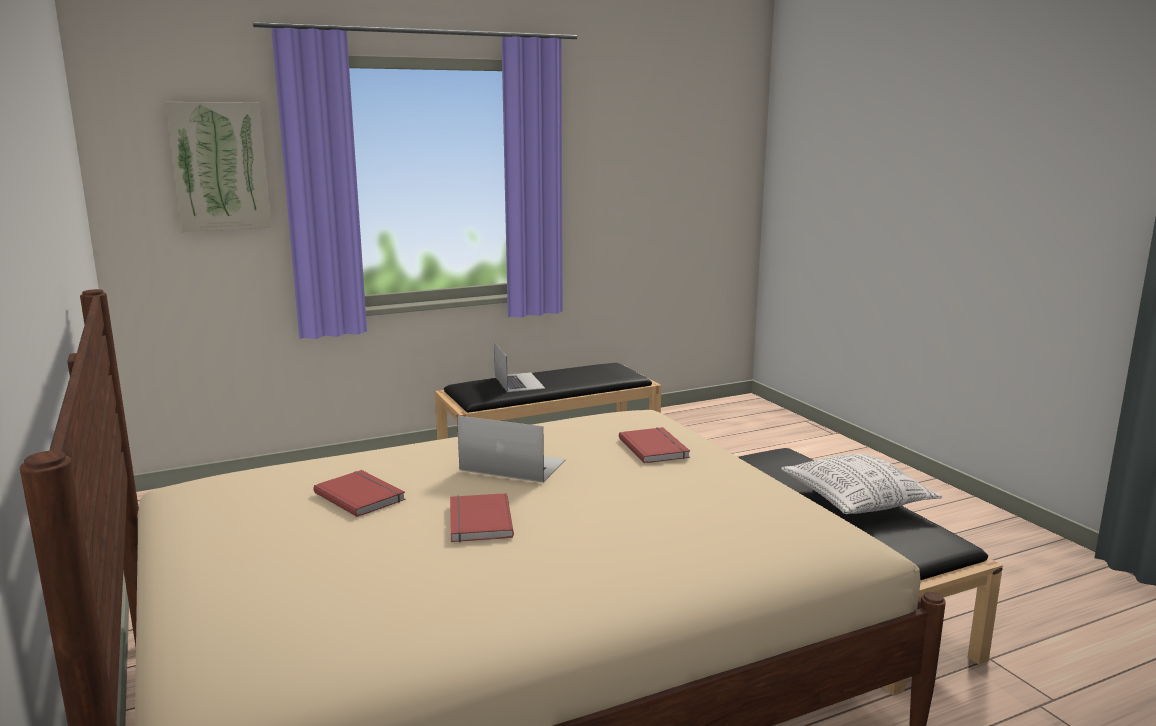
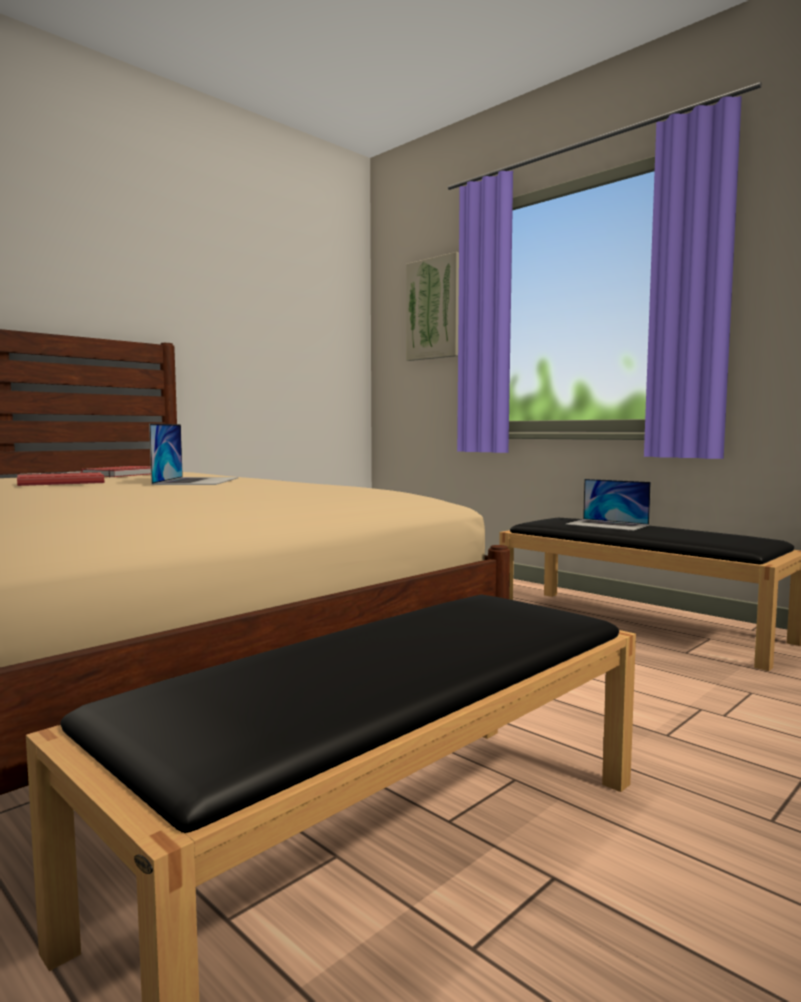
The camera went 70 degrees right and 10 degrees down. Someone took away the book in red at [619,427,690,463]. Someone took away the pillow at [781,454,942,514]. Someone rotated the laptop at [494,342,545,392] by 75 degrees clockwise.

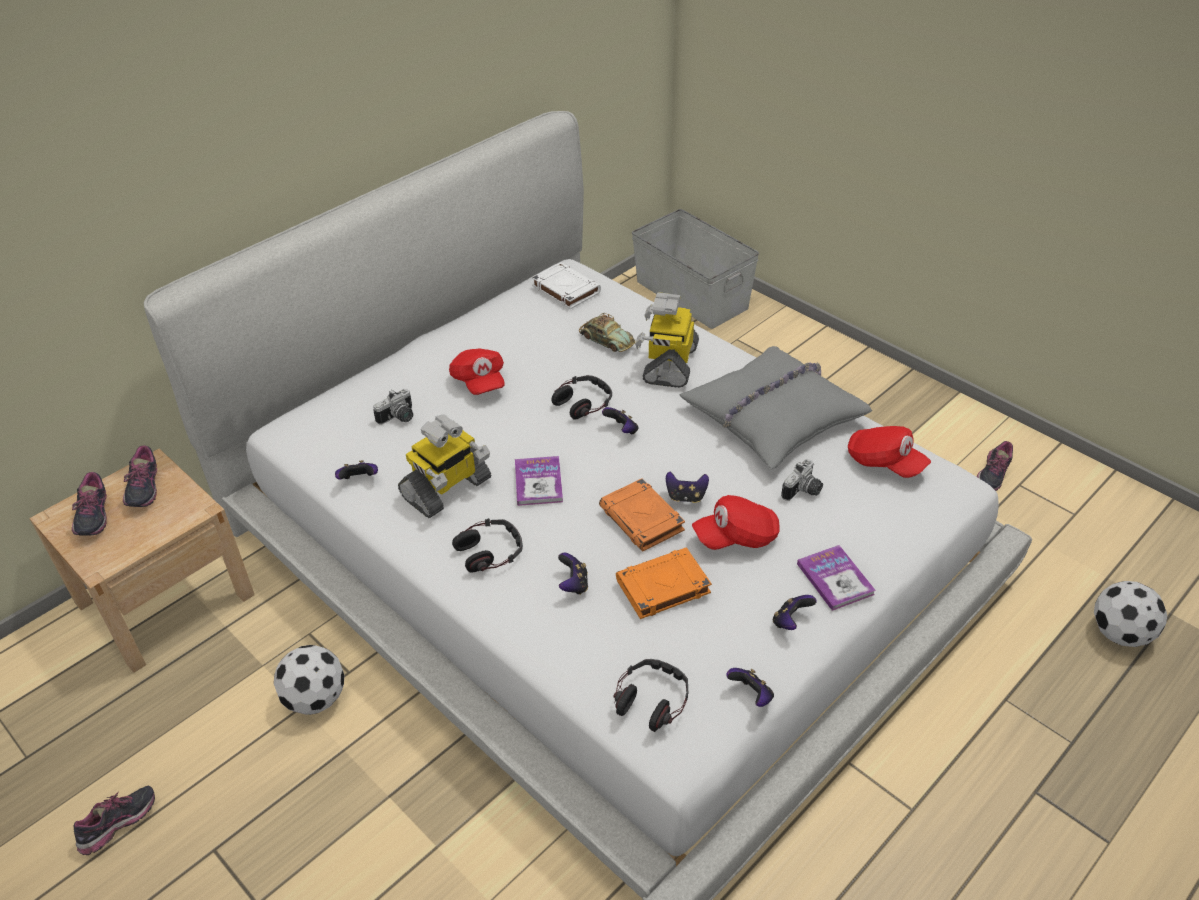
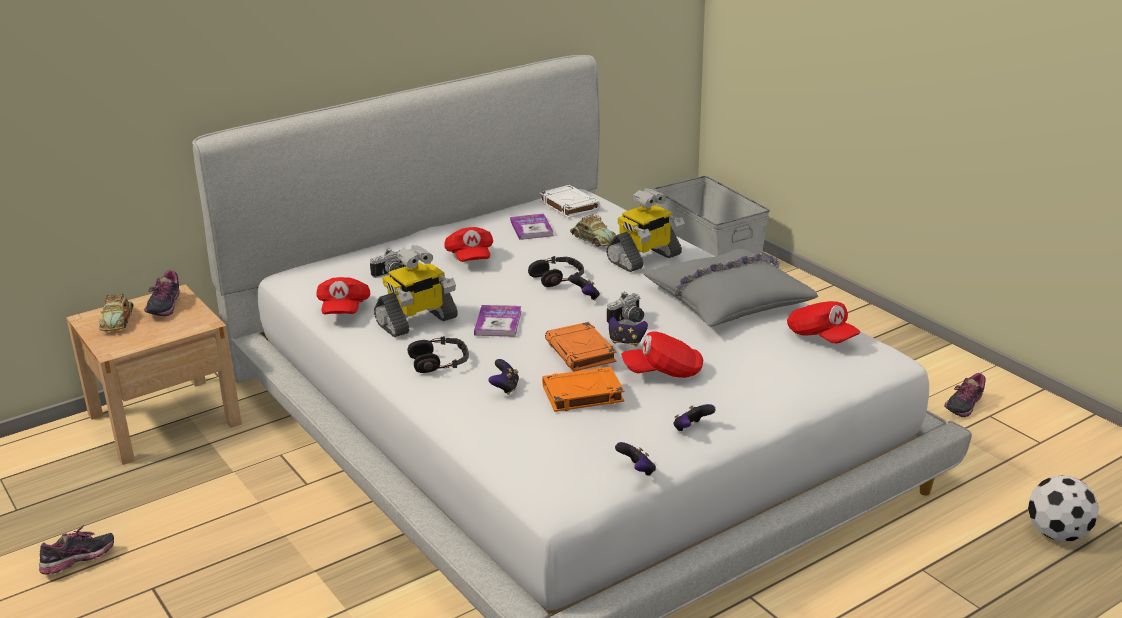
The camera went 10 degrees right and 15 degrees down. Someone took away the football at [274,645,344,715]. Someone took away the headphones at [613,659,688,732]. Someone carried the photo camera from [781,459,823,501] to [607,292,644,324]. Someone carried the book from [797,545,876,611] to [510,214,554,240]. Someone swapped the shoe at [72,472,107,536] for the toy car at [99,294,133,331]. Someone swapped the game controller at [335,460,378,480] for the cap in red at [316,277,370,314]. Someone rotated the toy robot at [635,292,699,388] by 150 degrees counterclockwise.

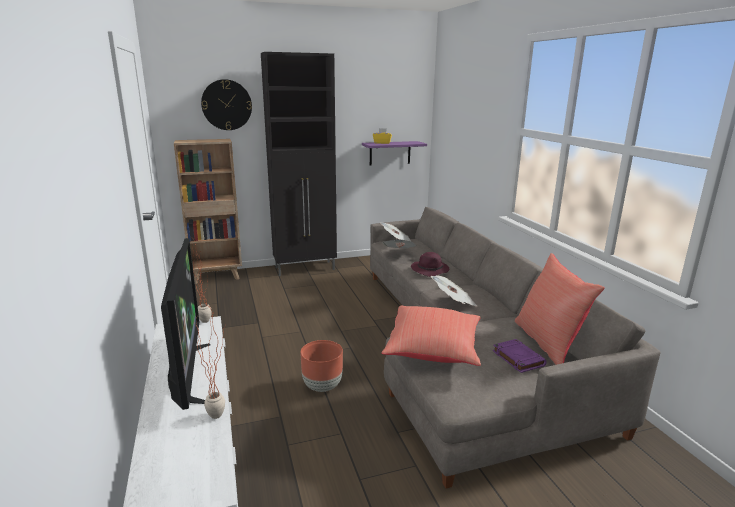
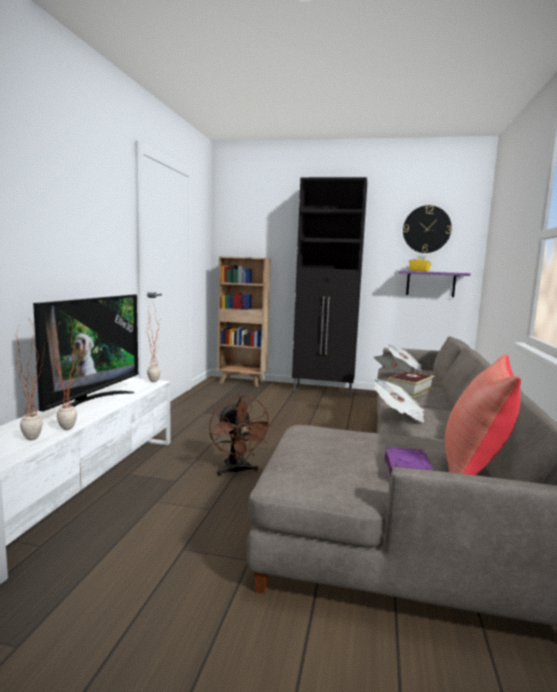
The camera went 30 degrees right and 10 degrees down. Someone took away the pillow in red at [382,306,481,366]. Someone put down the potted plant at [15,322,46,440]. Someone carried the wall clock from [201,79,252,130] to [403,205,452,253]. Someone swapped the planter in brown at [301,340,343,392] for the fan in brown at [209,395,273,476]. Someone swapped the hat in purple at [411,252,449,277] for the book at [387,371,434,397].

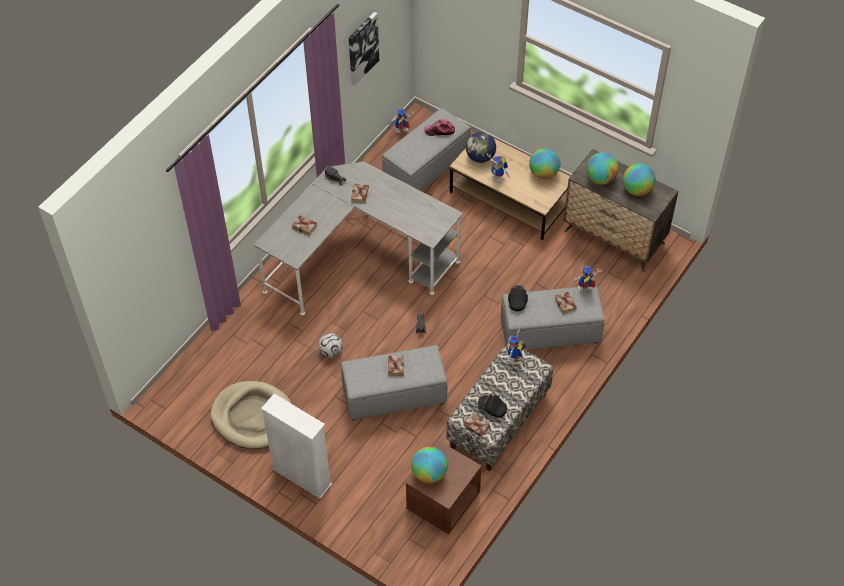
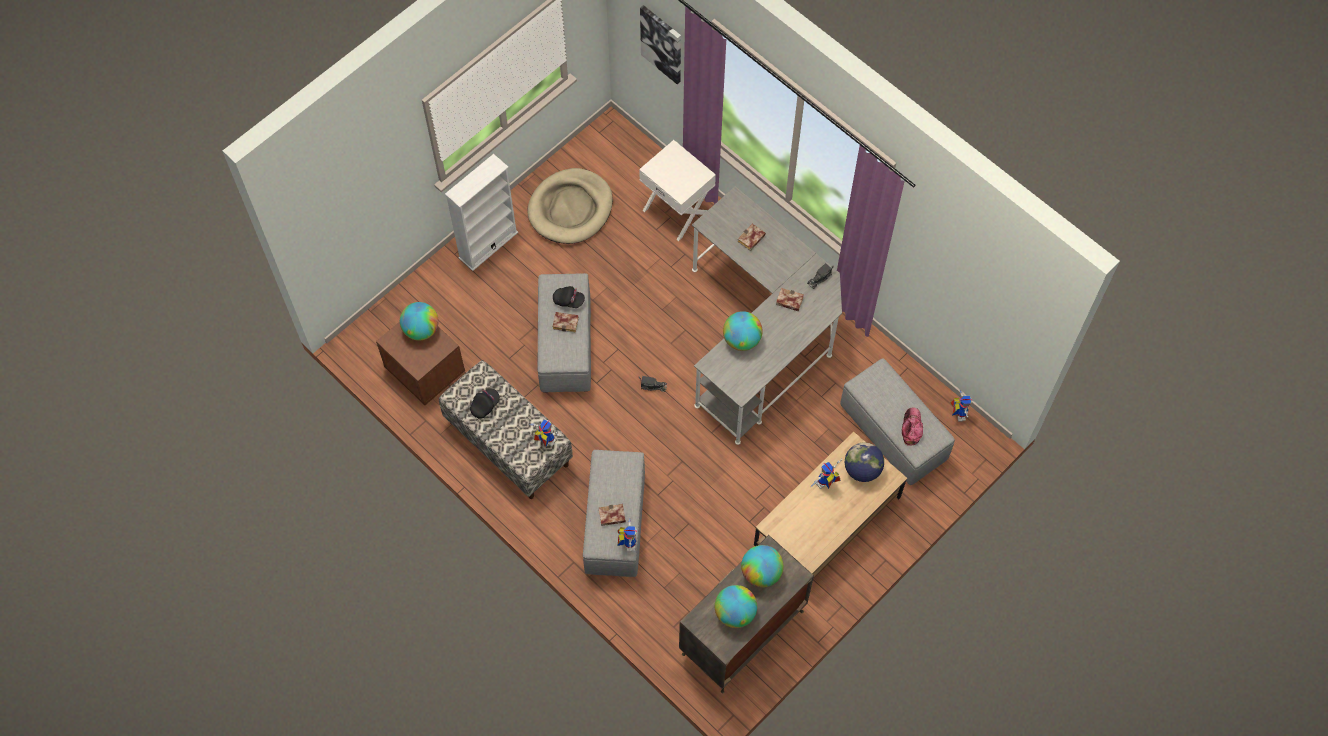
The camera went 100 degrees right and 10 degrees up. Someone took away the football at [319,333,343,357]. Someone took away the book at [463,413,490,437]. Someone put down the nightstand in white at [639,140,716,241]. Someone carried the picture from [349,12,379,86] to [640,5,681,84]. Someone carried the cap in black from [508,285,528,311] to [553,286,585,308]. Someone carried the globe from [529,148,560,179] to [723,311,762,351].

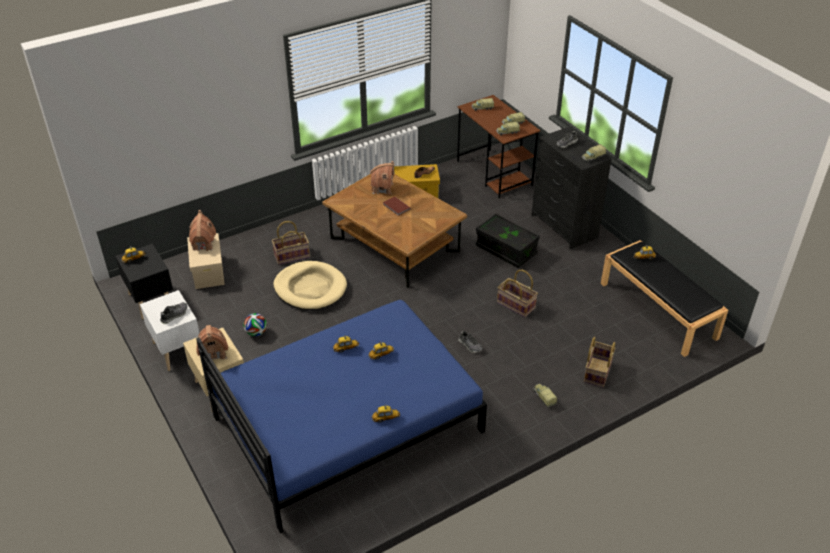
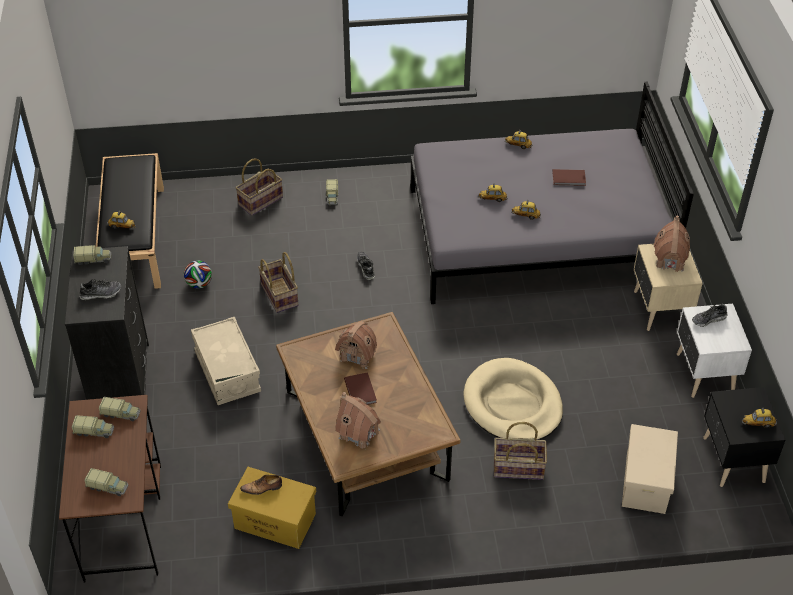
The camera went 155 degrees left and 5 degrees up. Someone put down the book in brown at [552,169,586,186]. Someone carried the toy house from [189,210,216,251] to [335,321,377,369]. Someone carried the football from [243,313,267,336] to [184,260,212,289]. Someone repainted the bed in blue at [196,300,487,533], which became the bed in grey at [411,81,694,304]. Someone repainted the storage box in black at [476,213,540,268], which became the storage box in beige at [191,317,261,405].

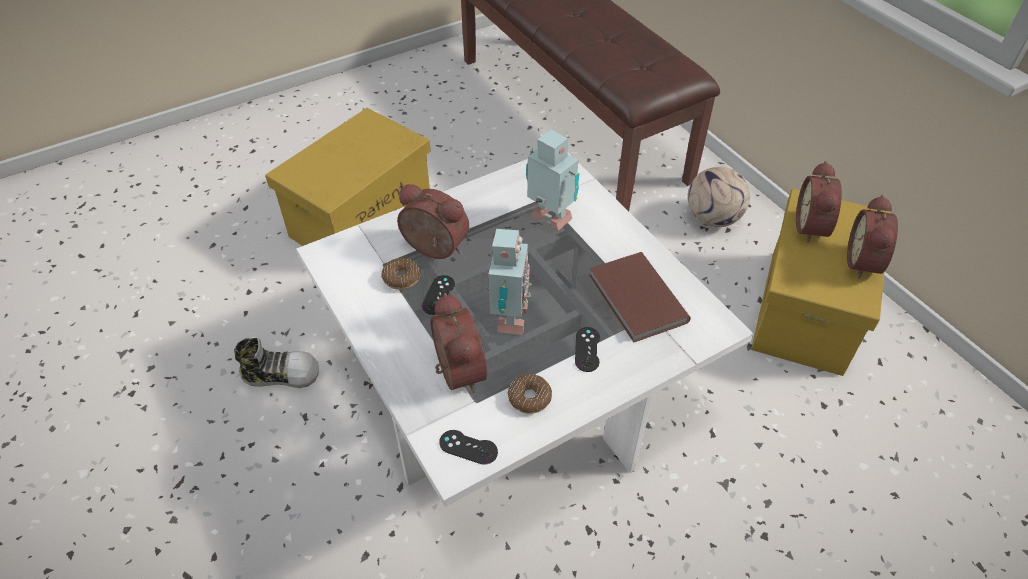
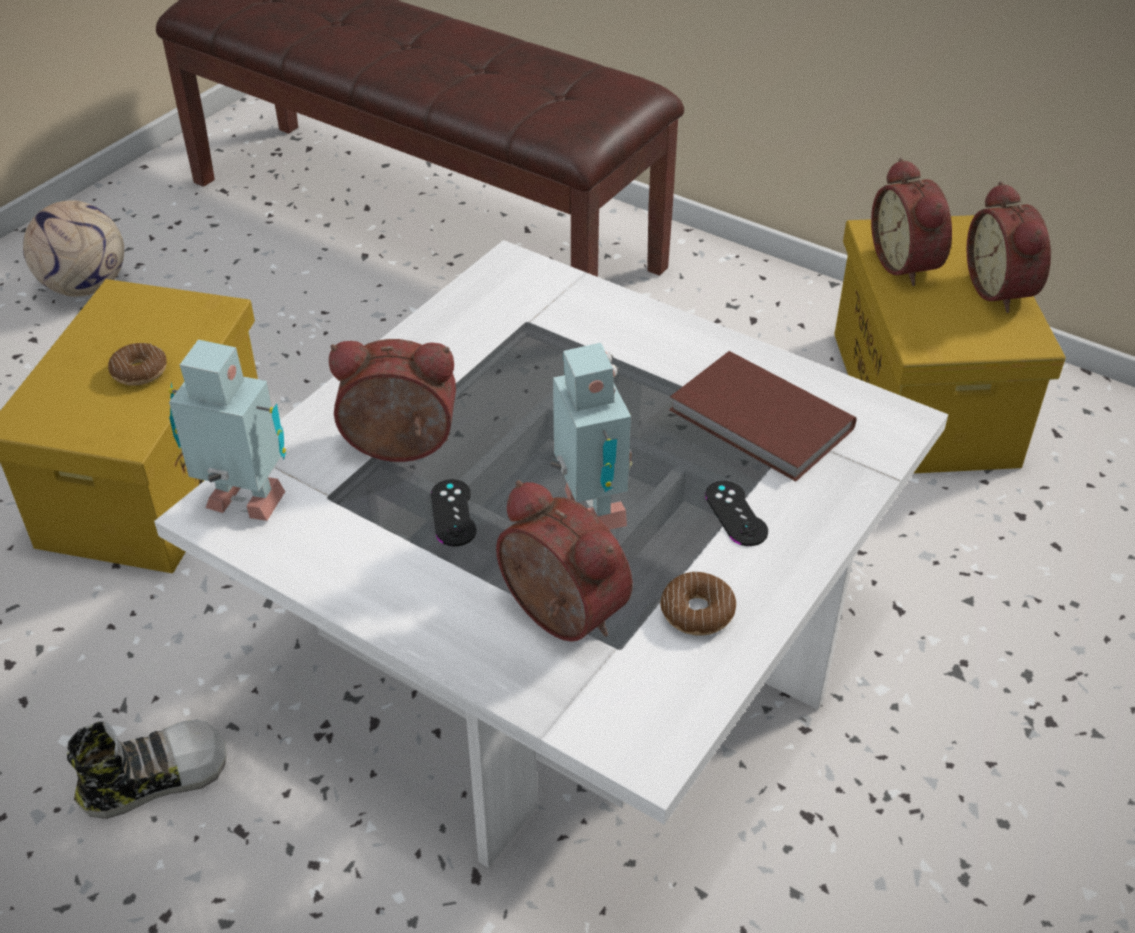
The camera went 25 degrees left and 5 degrees down. Someone took away the game controller in black at [439,430,498,465]. Someone carried the donut from [381,258,421,290] to [108,343,167,386]. Someone carried the toy robot from [526,129,579,231] to [169,340,286,521]. Someone carried the football from [687,167,750,227] to [23,200,124,297].

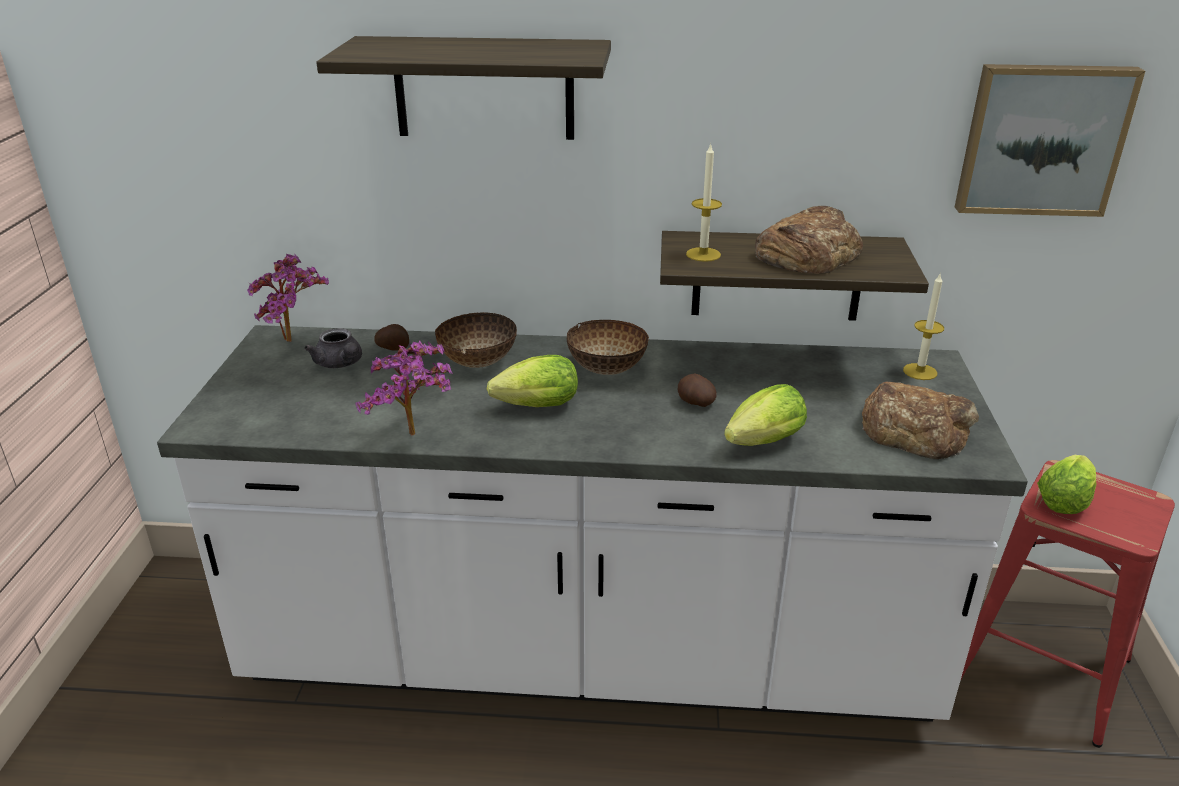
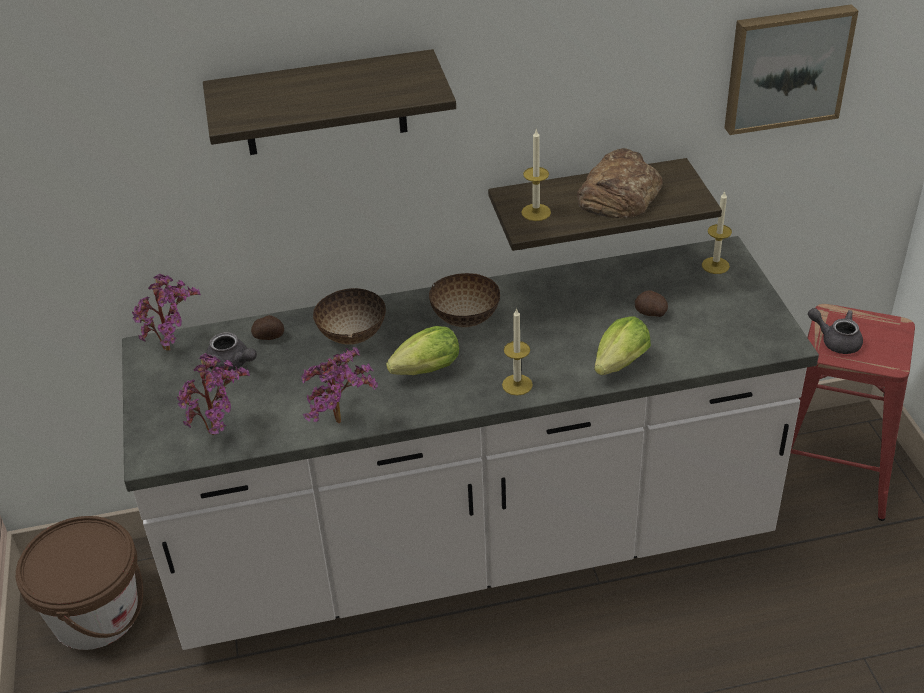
The camera went 15 degrees left and 10 degrees up. Someone took away the bread at [862,381,979,459]. Someone put down the bucket in brown at [16,516,143,650]. Someone put down the potted plant at [177,353,250,435]. Someone put down the candle at [502,308,533,395]. Someone carried the potato from [678,374,716,407] to [635,290,668,317]. Someone swapped the lettuce at [1037,455,1096,514] for the teapot in grey at [808,308,863,354].

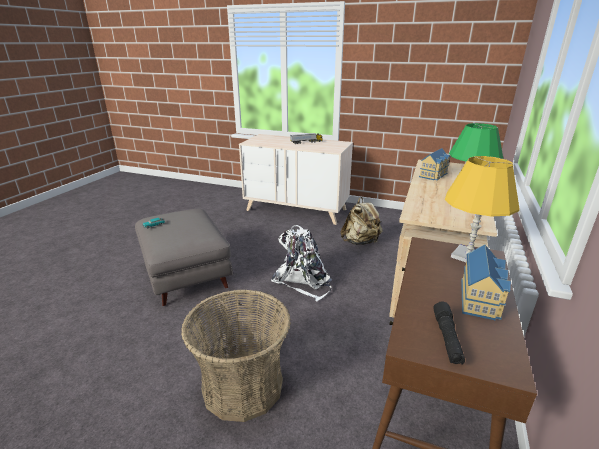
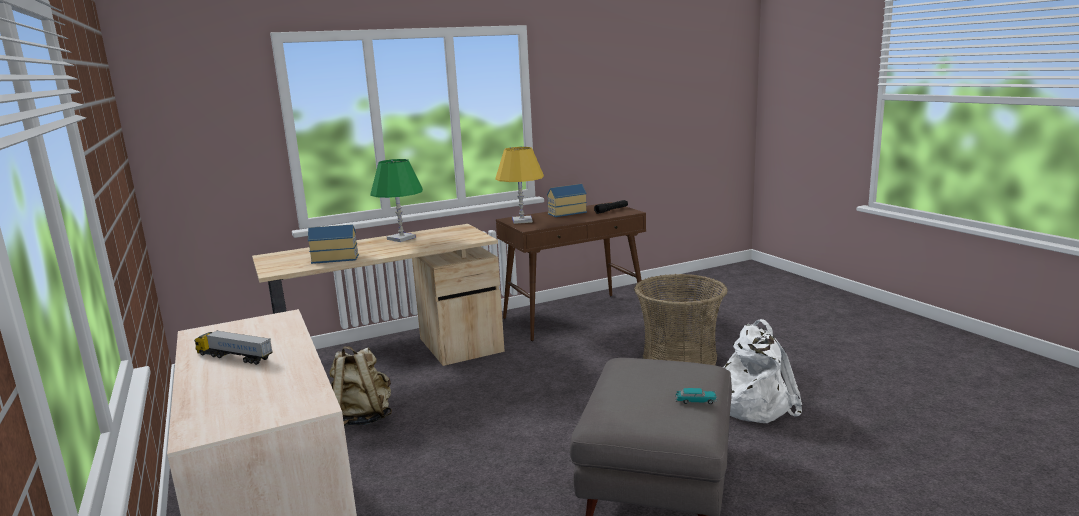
The camera went 135 degrees left and 10 degrees down. Someone carried the backpack in white from [271,225,333,301] to [723,319,802,423].

